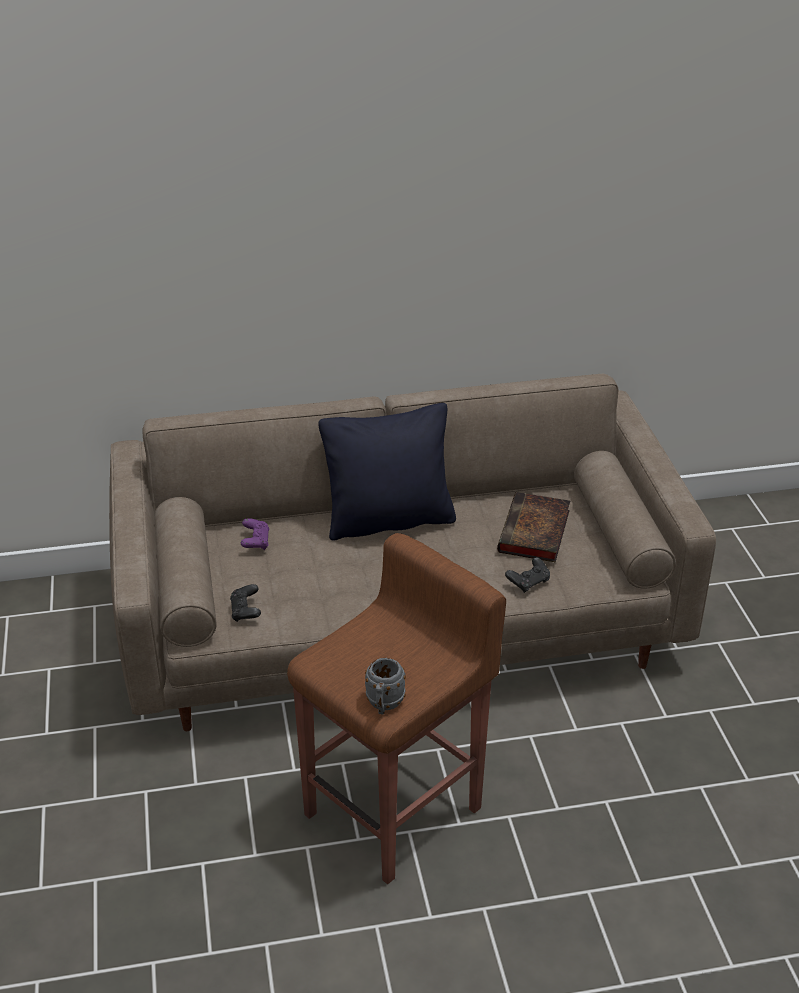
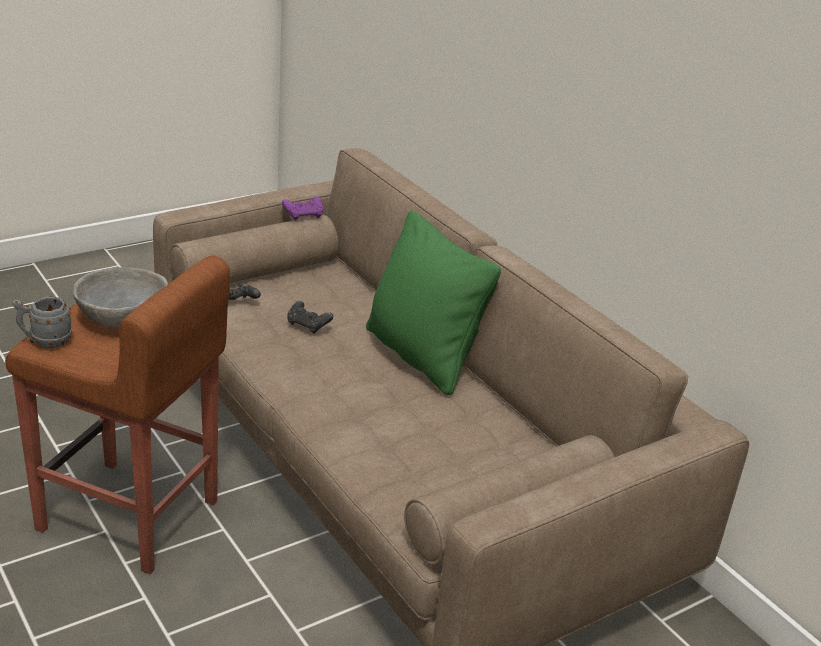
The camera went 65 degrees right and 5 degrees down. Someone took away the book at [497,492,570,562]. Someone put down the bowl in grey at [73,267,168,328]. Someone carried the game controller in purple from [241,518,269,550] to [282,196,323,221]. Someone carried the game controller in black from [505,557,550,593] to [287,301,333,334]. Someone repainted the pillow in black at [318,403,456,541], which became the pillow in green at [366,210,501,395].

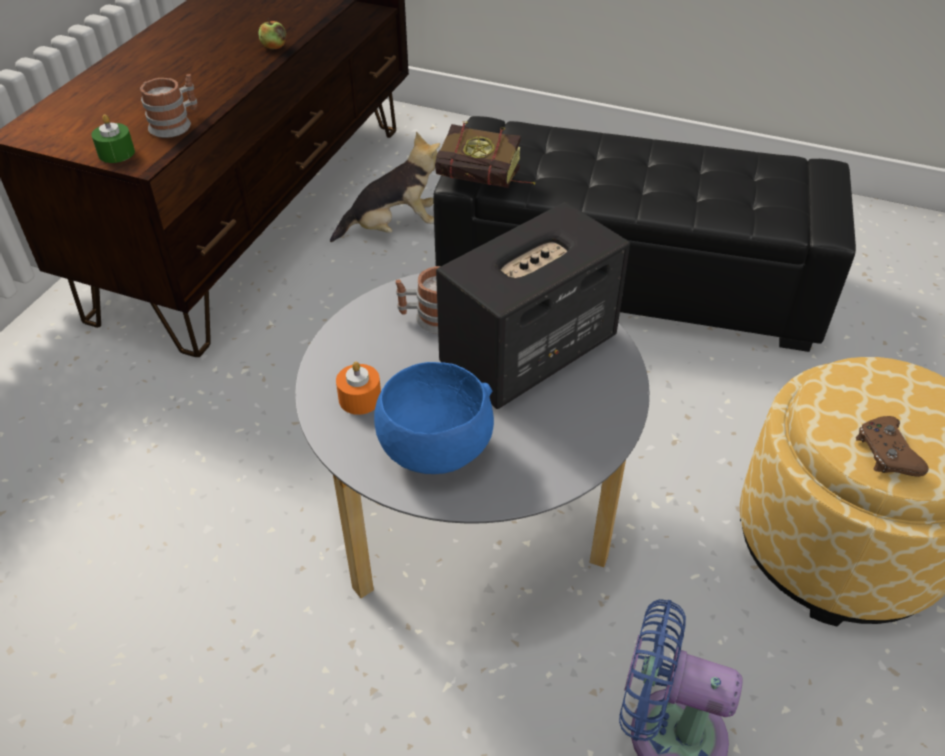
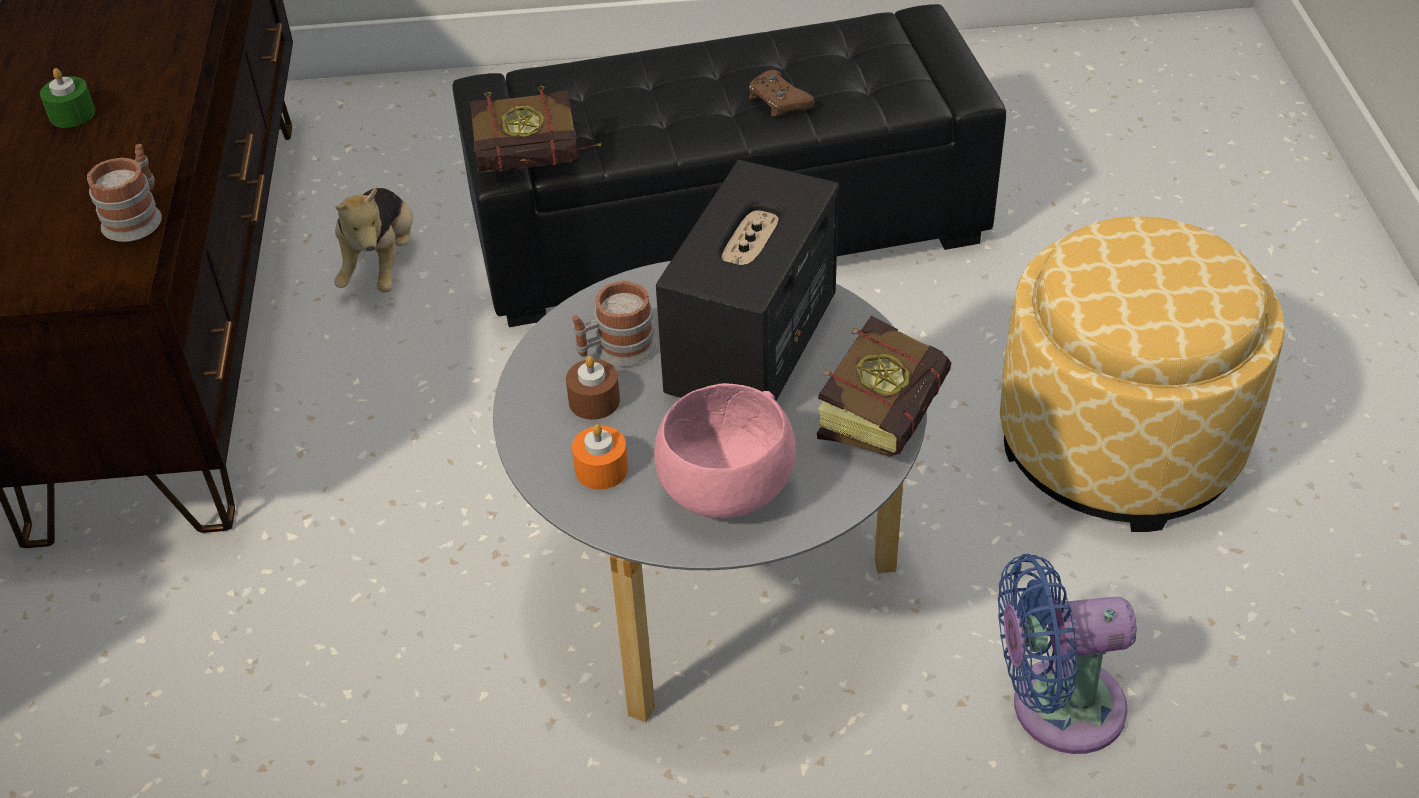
The camera went 25 degrees left and 0 degrees up. Someone took away the apple at [258,18,286,50]. Someone put down the candle in brown at [566,356,620,420]. Someone put down the book at [817,316,951,457]. Someone carried the candle in green from [91,114,135,163] to [40,68,95,128]. Someone carried the game controller in brown from [856,416,929,477] to [749,70,815,116]. Someone repainted the bowl in blue at [374,362,494,474], which became the bowl in pink at [654,383,796,519]. Someone rotated the plush toy at [330,132,440,242] by 135 degrees clockwise.

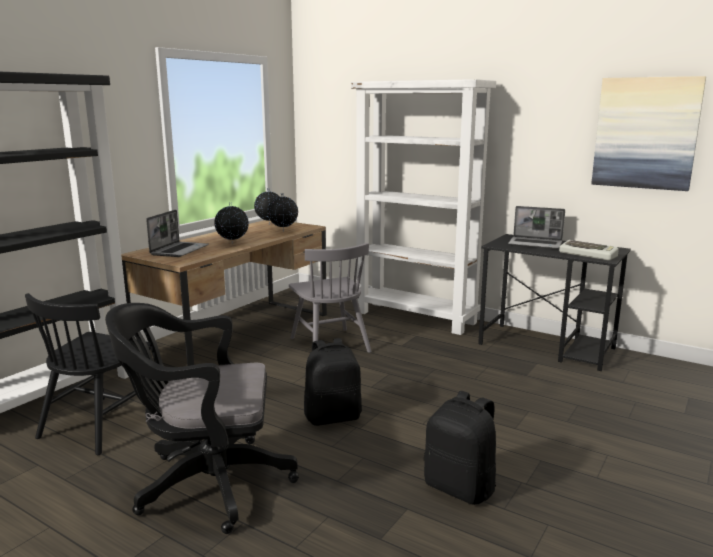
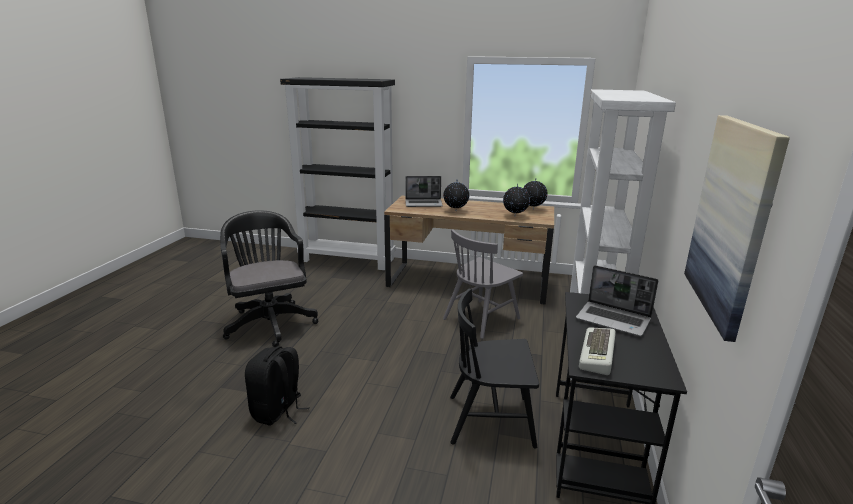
The camera went 70 degrees right and 5 degrees up. Someone took away the backpack in black at [304,338,362,426]. Someone carried the chair in black from [25,293,151,455] to [450,289,539,448]. Someone rotated the laptop at [508,206,565,249] by 60 degrees counterclockwise.

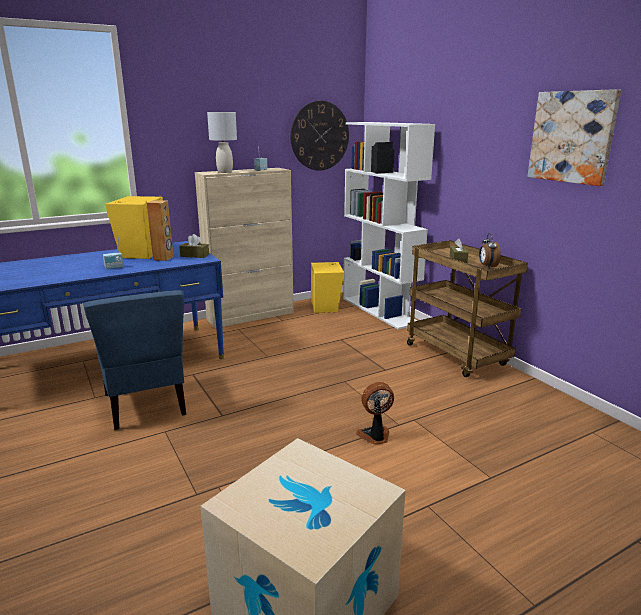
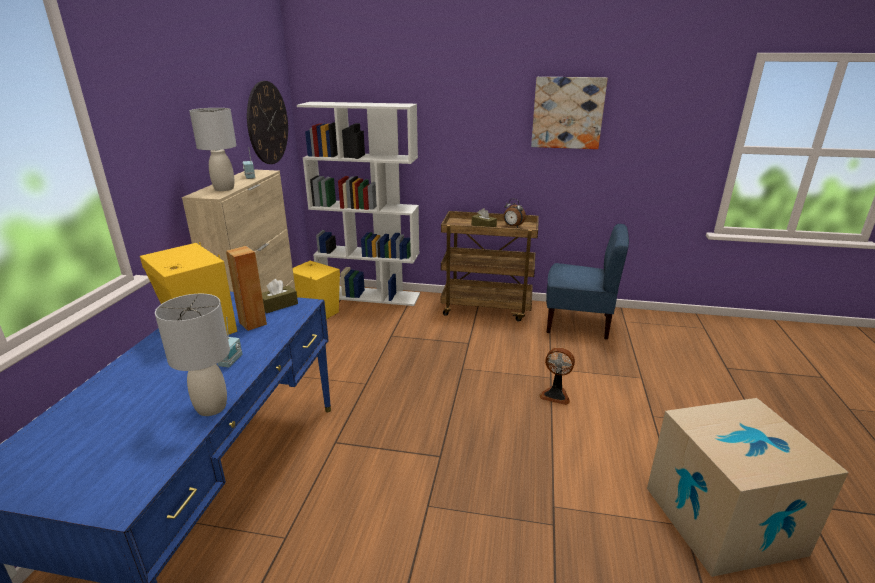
The camera went 50 degrees left and 5 degrees up. Someone put down the table lamp in grey at [155,294,230,416]. Someone carried the chair in blue from [83,290,186,430] to [546,224,629,340]. Someone rotated the fan at [356,382,394,445] by 90 degrees counterclockwise.

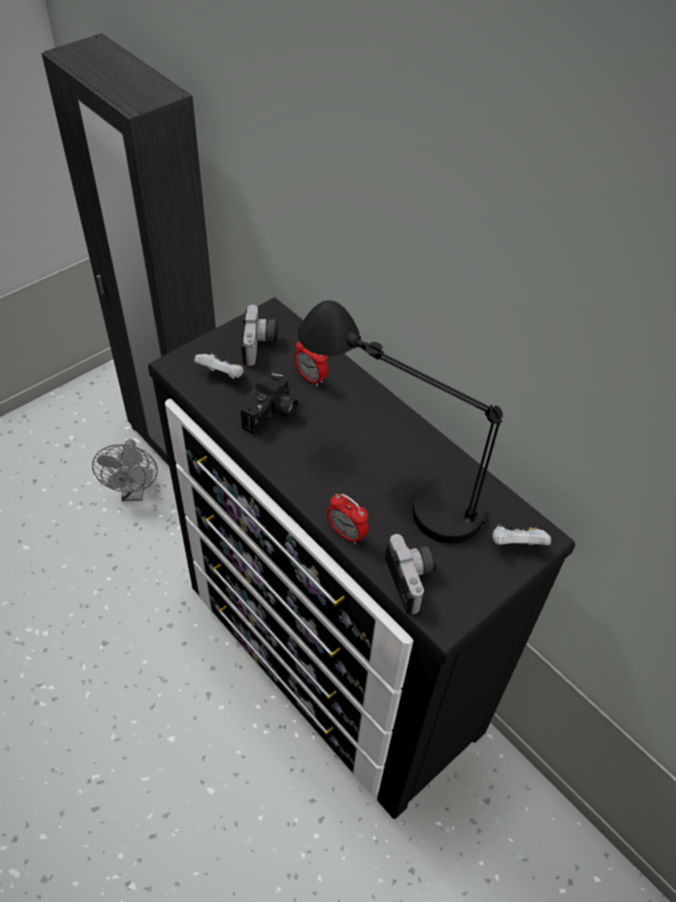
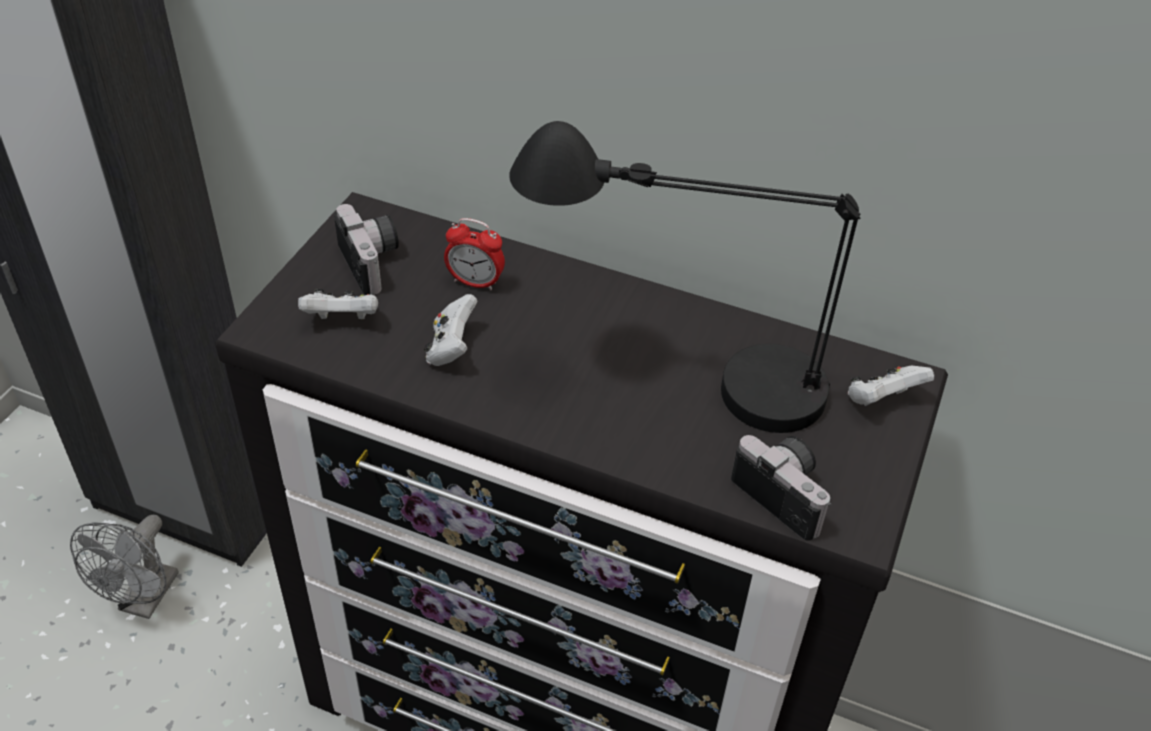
The camera went 25 degrees left and 5 degrees down. Someone took away the alarm clock at [327,494,369,544]. Someone swapped the photo camera at [241,370,298,434] for the game controller in white at [424,294,478,366]. Someone rotated the fan in grey at [92,439,158,501] by 45 degrees clockwise.

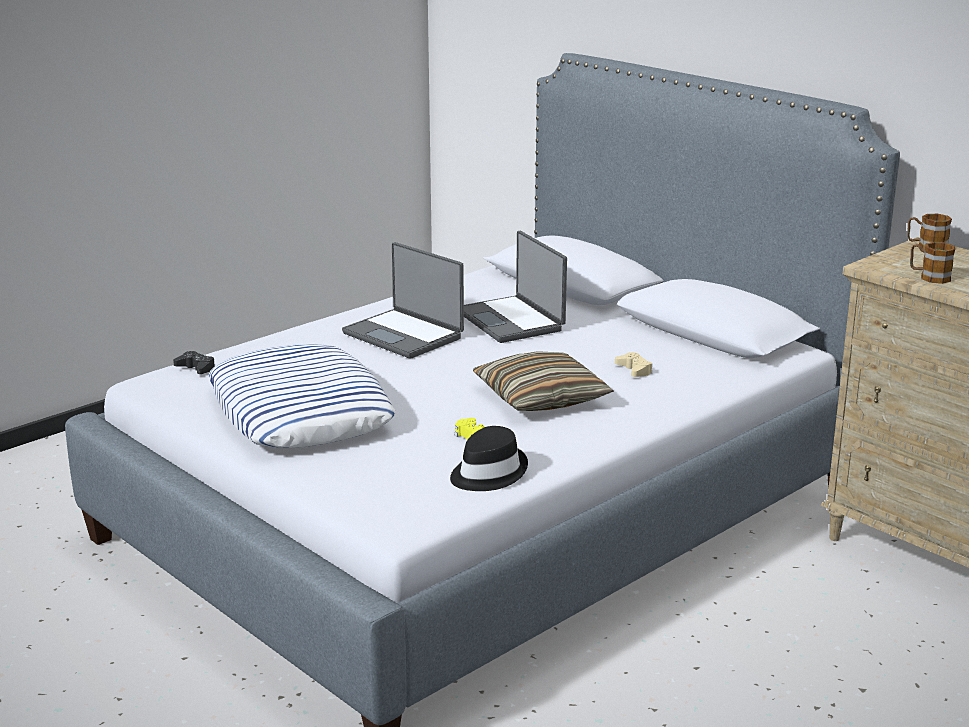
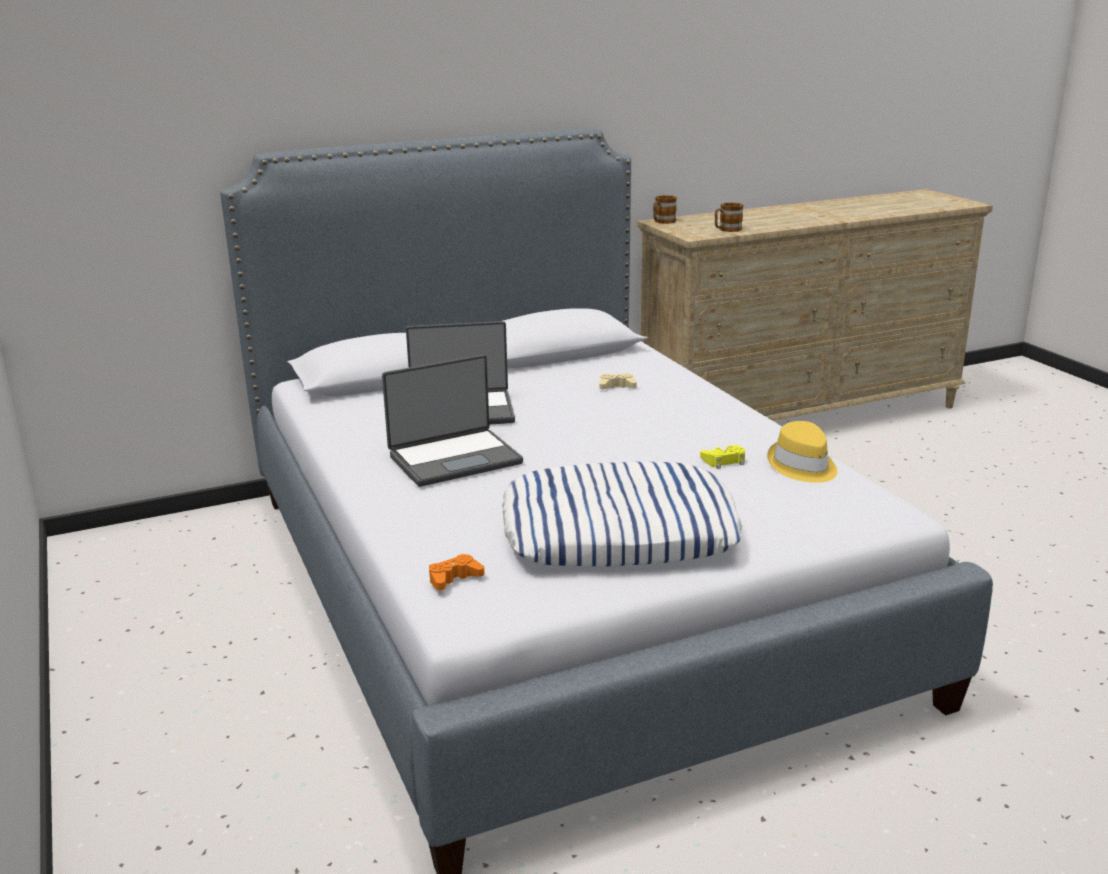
The camera went 70 degrees left and 0 degrees up. Someone took away the pillow at [473,351,614,411]. Someone repainted the game controller in black at [173,351,215,374], which became the game controller in orange at [429,554,485,590]. Someone repainted the hat in black at [450,426,528,491], which became the hat in yellow at [767,421,837,483].

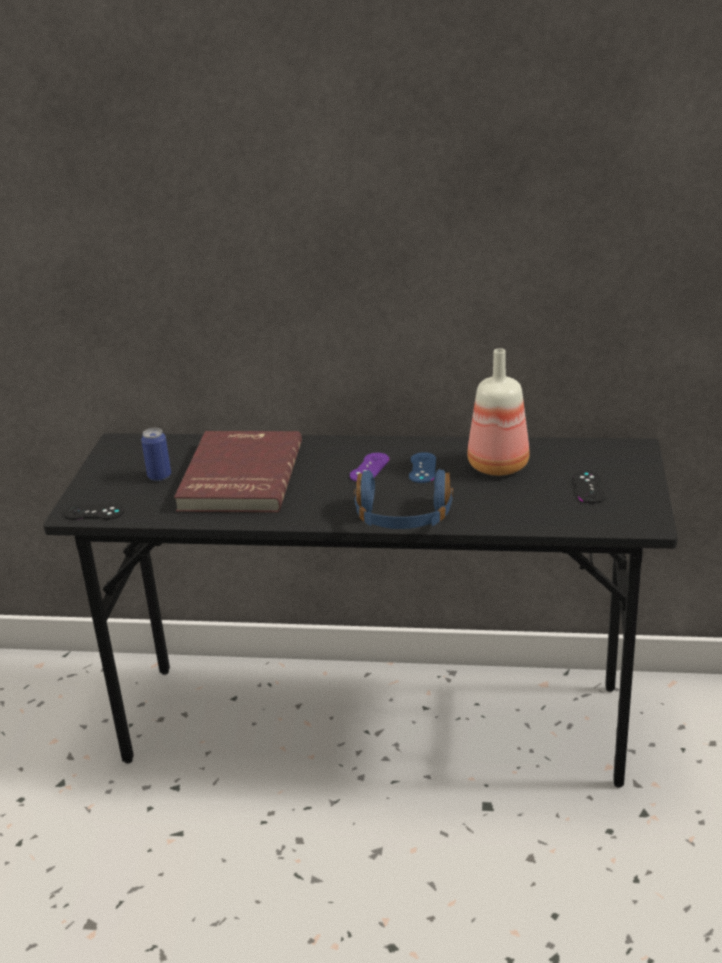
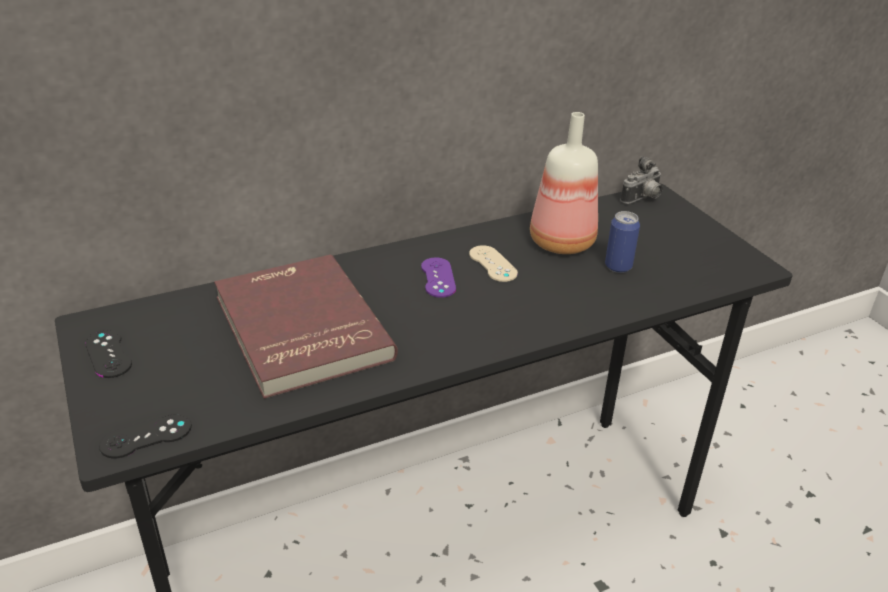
The camera went 35 degrees left and 5 degrees up. Someone took away the headphones in blue at [354,469,454,529]. Someone put down the photo camera at [620,156,663,204]. Someone carried the can from [141,428,171,481] to [605,211,640,273]. Someone carried the game controller in black from [574,471,606,504] to [85,330,132,378]. Someone repainted the game controller in blue at [409,452,436,483], which became the game controller in beige at [469,245,518,282].

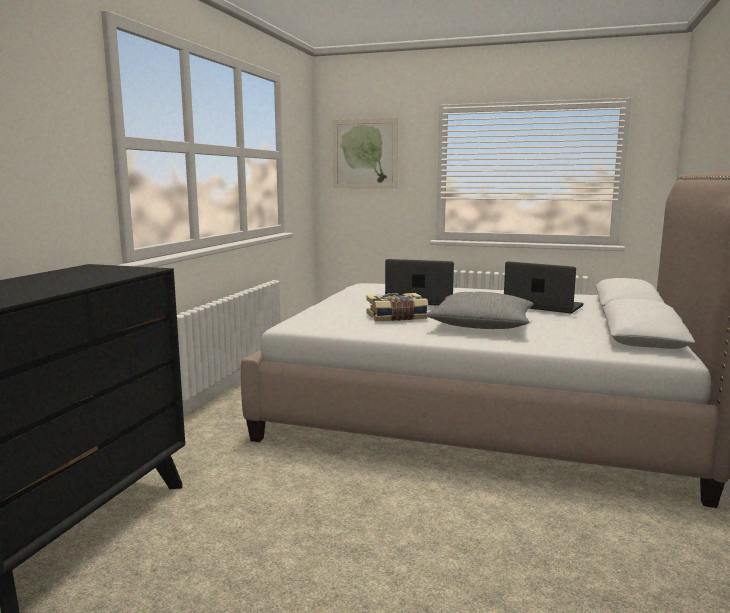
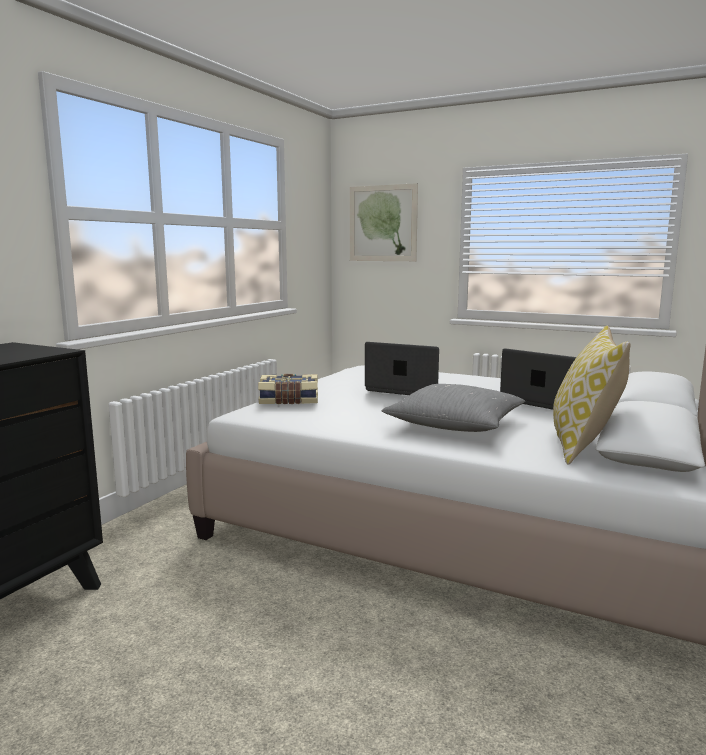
The camera went 10 degrees right and 0 degrees up. Someone put down the pillow at [553,326,631,465]. Someone carried the book from [366,293,428,321] to [258,374,318,404].

